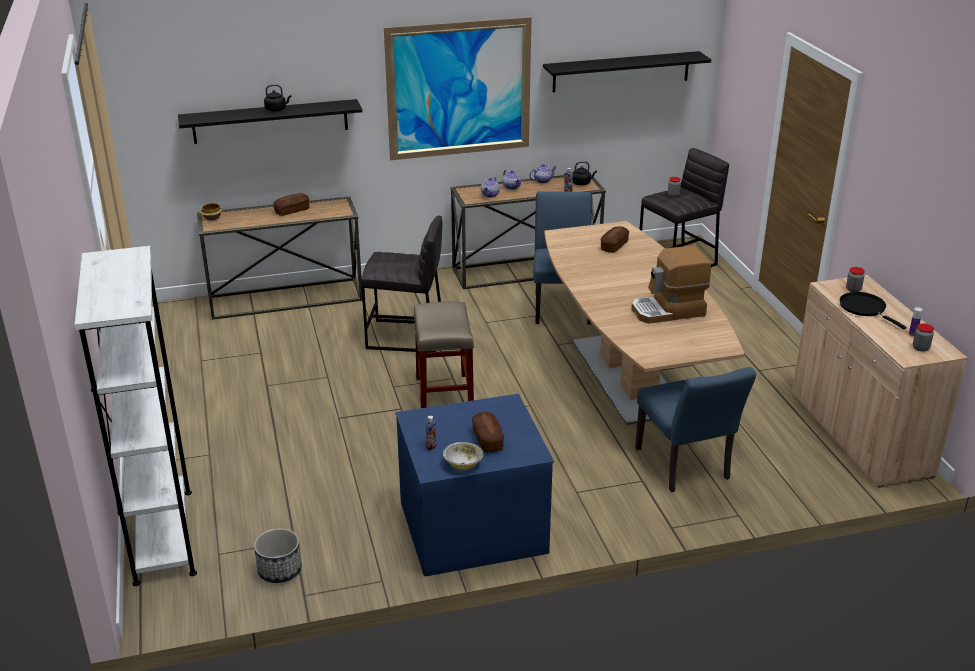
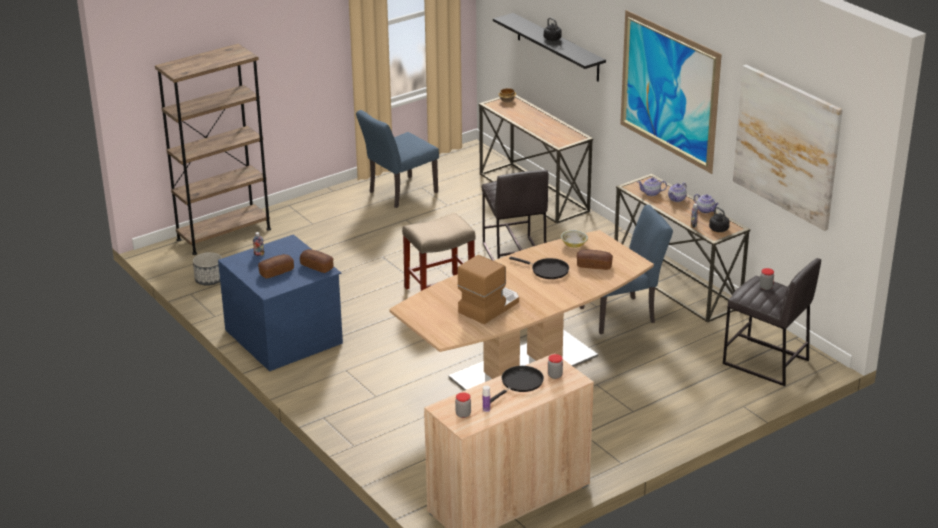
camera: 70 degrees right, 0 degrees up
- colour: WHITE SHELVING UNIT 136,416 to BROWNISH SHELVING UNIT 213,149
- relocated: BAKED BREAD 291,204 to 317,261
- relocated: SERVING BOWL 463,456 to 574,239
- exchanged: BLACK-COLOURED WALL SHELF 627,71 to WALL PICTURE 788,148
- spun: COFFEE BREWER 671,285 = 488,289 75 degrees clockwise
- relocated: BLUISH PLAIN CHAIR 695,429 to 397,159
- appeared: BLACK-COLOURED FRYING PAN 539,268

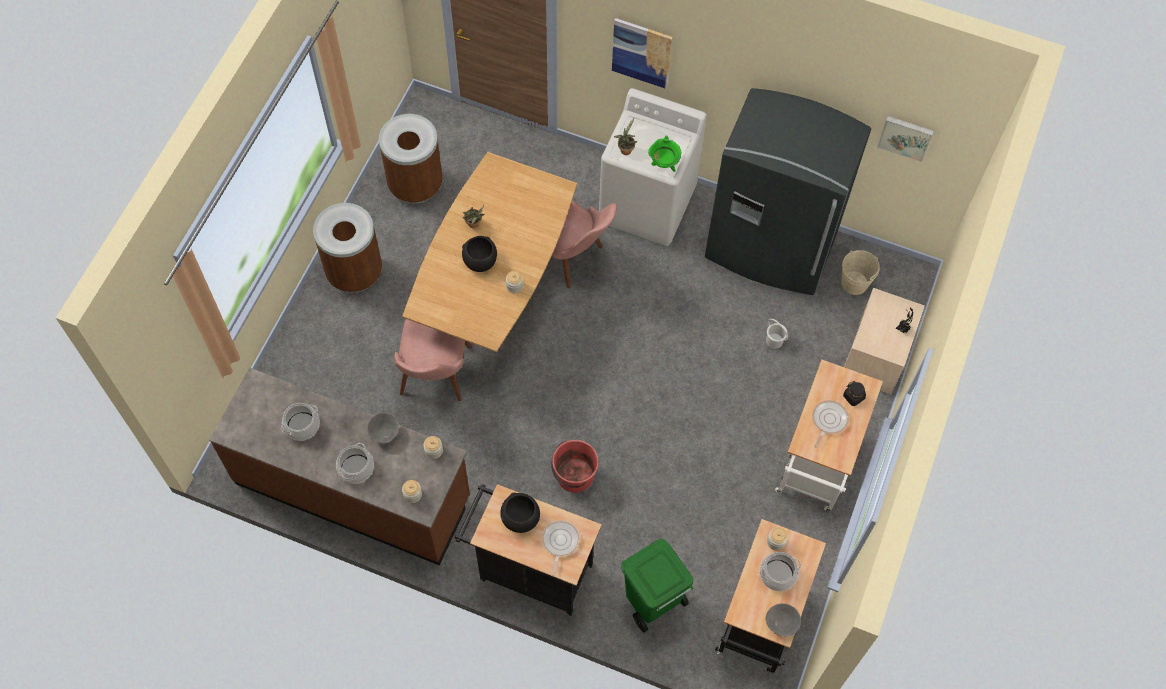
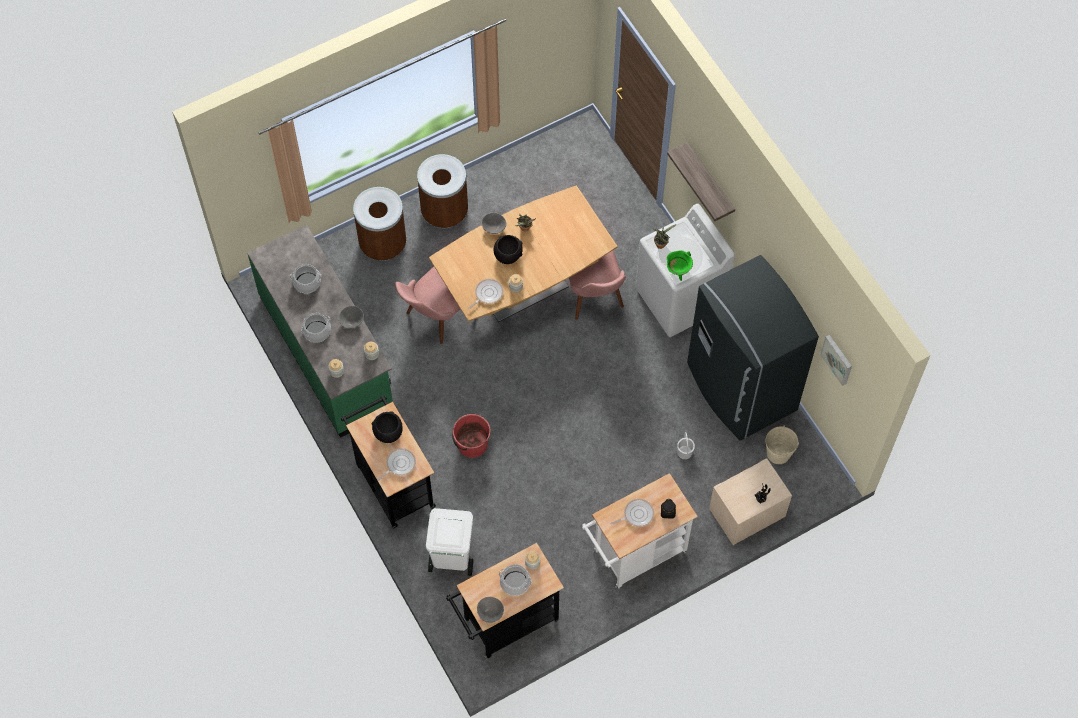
camera: 40 degrees right, 0 degrees up
- colour: BROWNISH KITCHEN COUNTER 339,466 to GREENISH KITCHEN COUNTER 320,331
- relocated: BROWNISH RUBBISH BIN 411,159 to 379,224
- exchanged: WALL PICTURE 642,53 to WALL SHELF 701,181
- colour: GREENISH RUBBISH BIN 657,585 to WHITE RUBBISH BIN 449,542
- appeared: FRYING PAN 485,294
- appeared: GREY SERVING BOWL 494,223

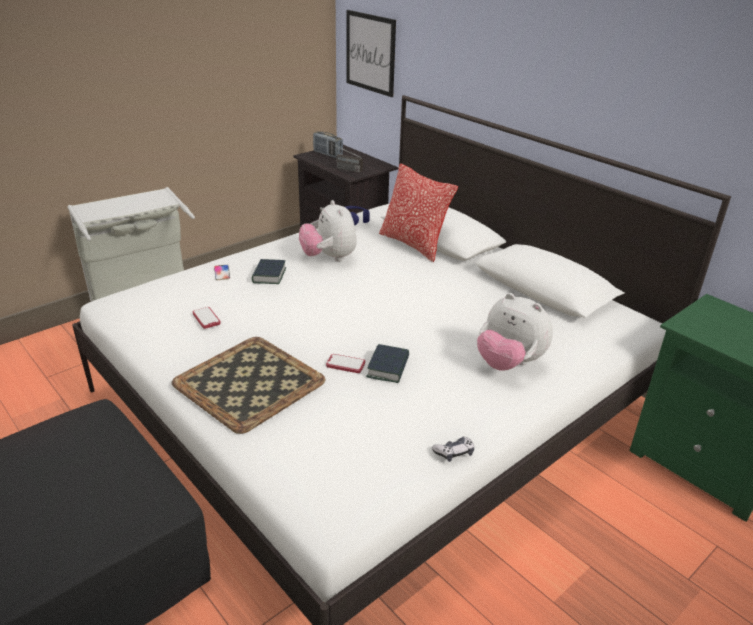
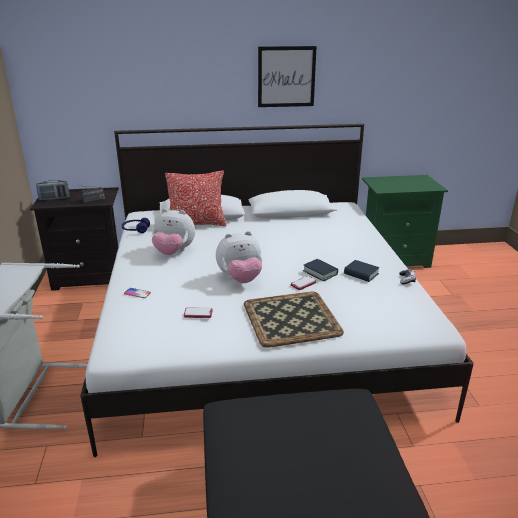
camera: 55 degrees left, 5 degrees down
- relocated: BOUND BOOK 269,271 to 362,271
- relocated: WALL PICTURE 371,53 to 287,76
- relocated: PLUSH TOY 515,332 to 239,257

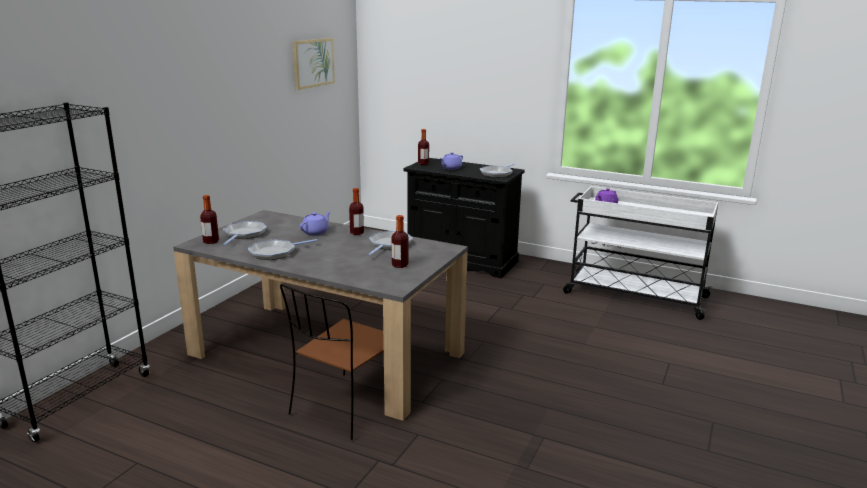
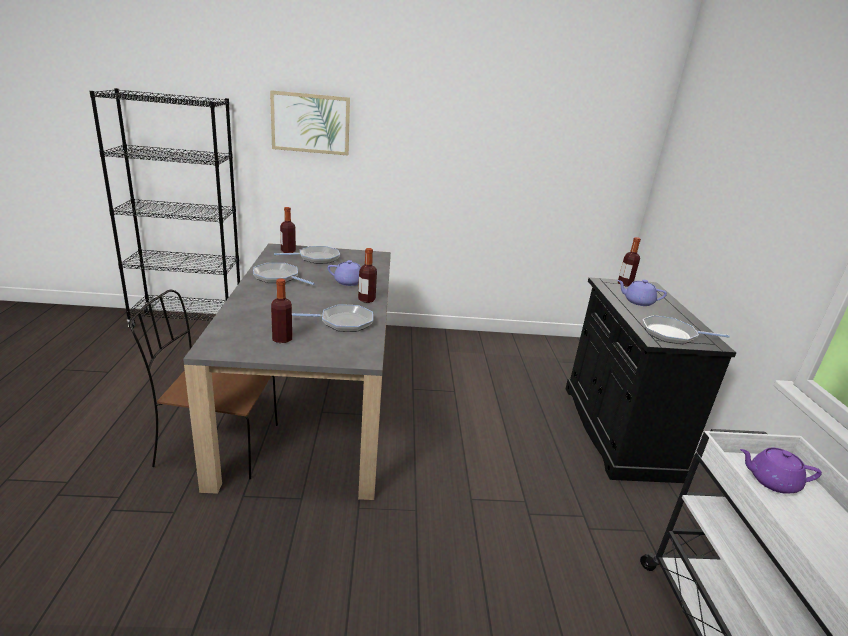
camera: 60 degrees right, 5 degrees up
- relocated: WALL PICTURE 313,64 to 310,122

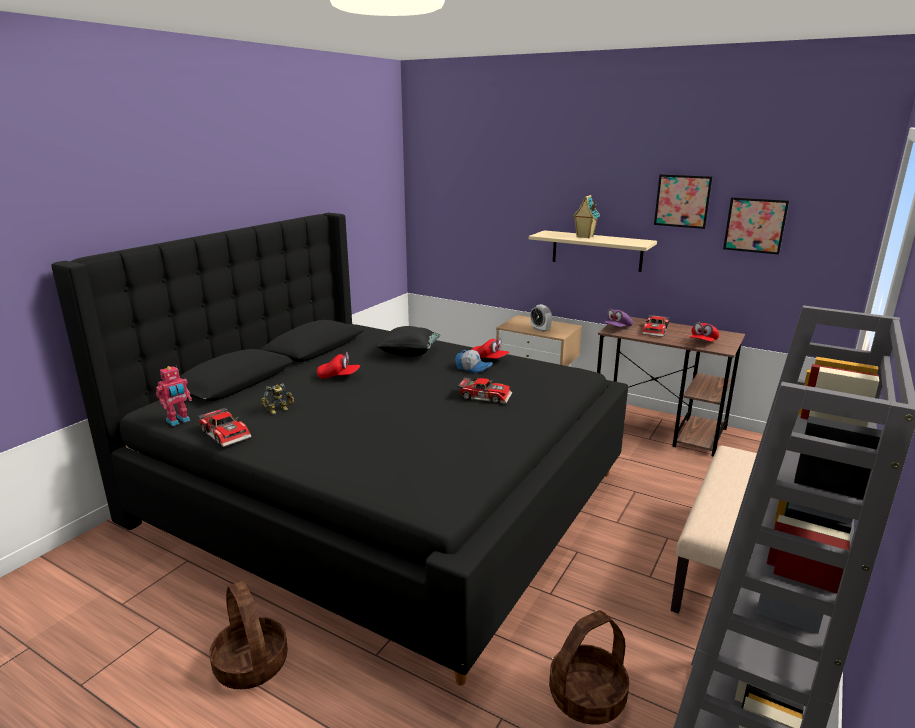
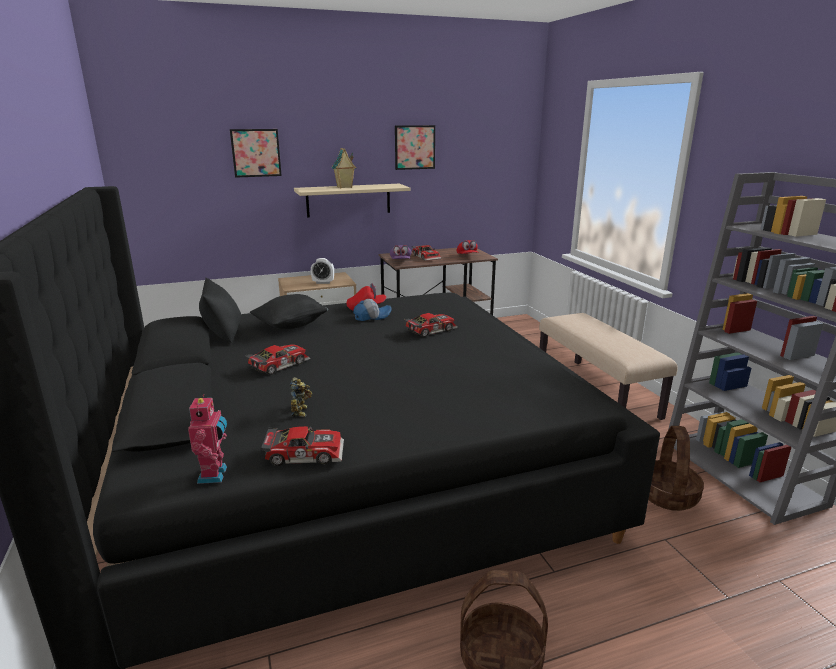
camera: 50 degrees left, 0 degrees up
- exchanged: RED BASEBALL CAP 338,365 to MINIATURE CAR 277,359
- relocated: WALL PICTURE 756,226 to 256,153
- appeared: BLACK-COLOURED CUSHION 220,310

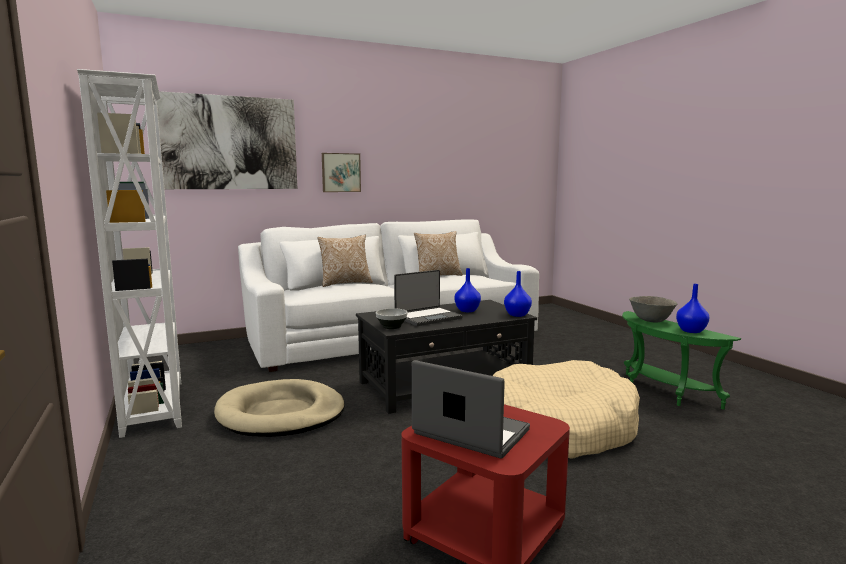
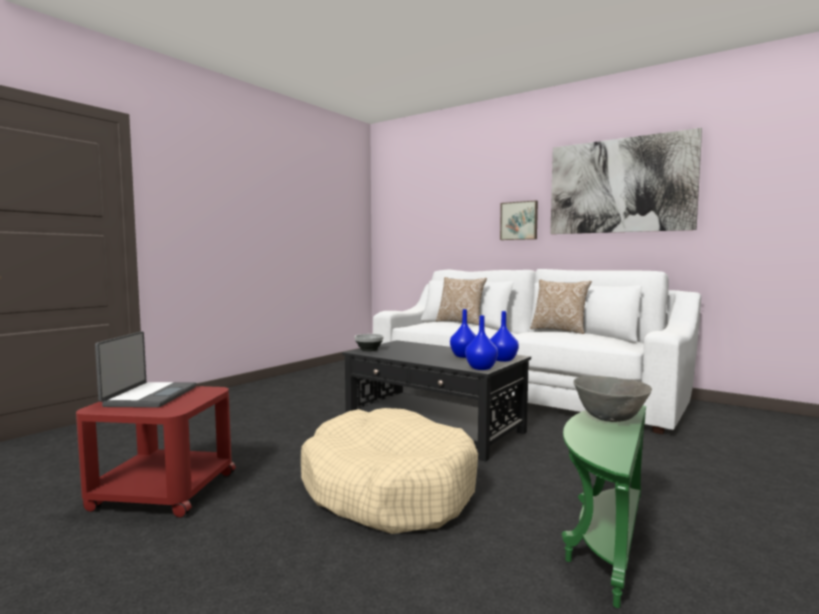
camera: 60 degrees right, 5 degrees down
- missing: WHITE SHELVING UNIT 129,253
- relocated: WALL PICTURE 227,140 to 626,181
- missing: SAND-COLOURED DOG CUSHION 279,408
- missing: LAPTOP 428,298
- relocated: BLUISH DECORATIVE VASE 693,308 to 504,336

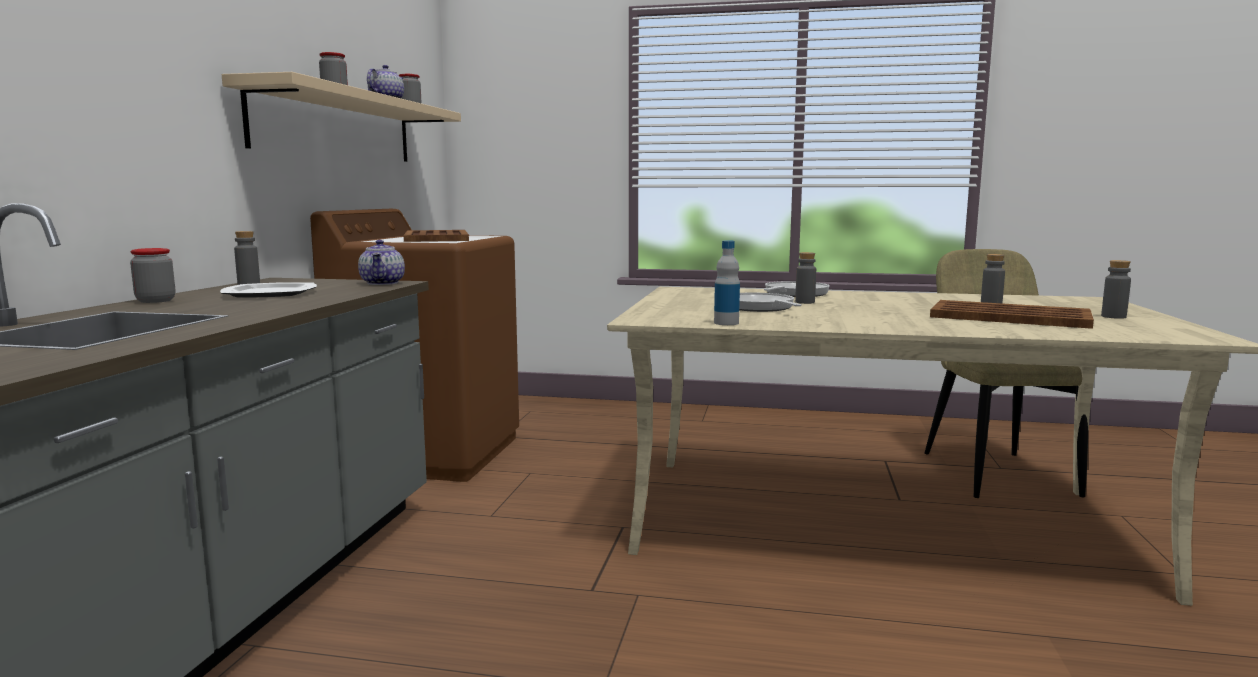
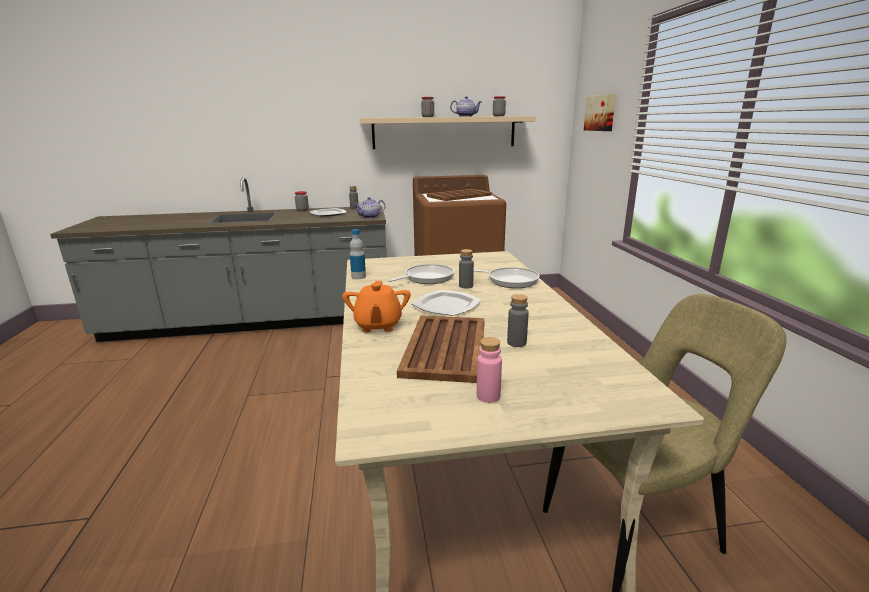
camera: 70 degrees right, 10 degrees up
- colour: GREY BOTTLE 1116,289 to PINKISH BOTTLE 489,370
- appeared: ORANGE TEAPOT 376,307
- appeared: DINNER PLATE 446,303
- appeared: WALL PICTURE 600,112

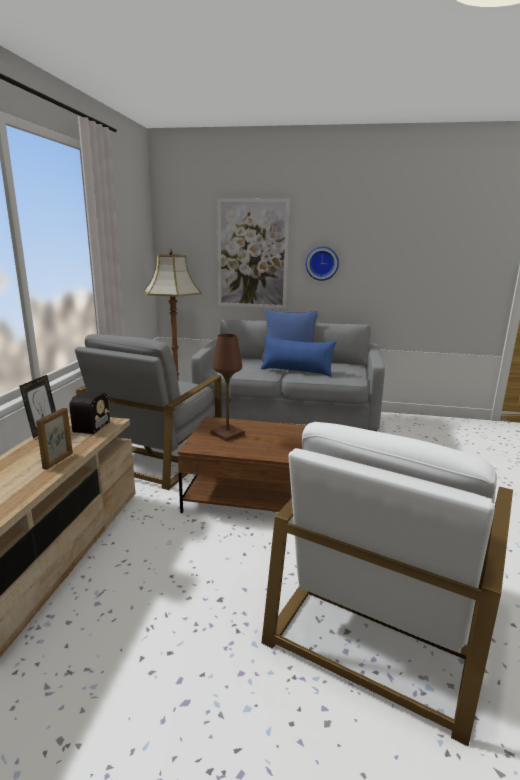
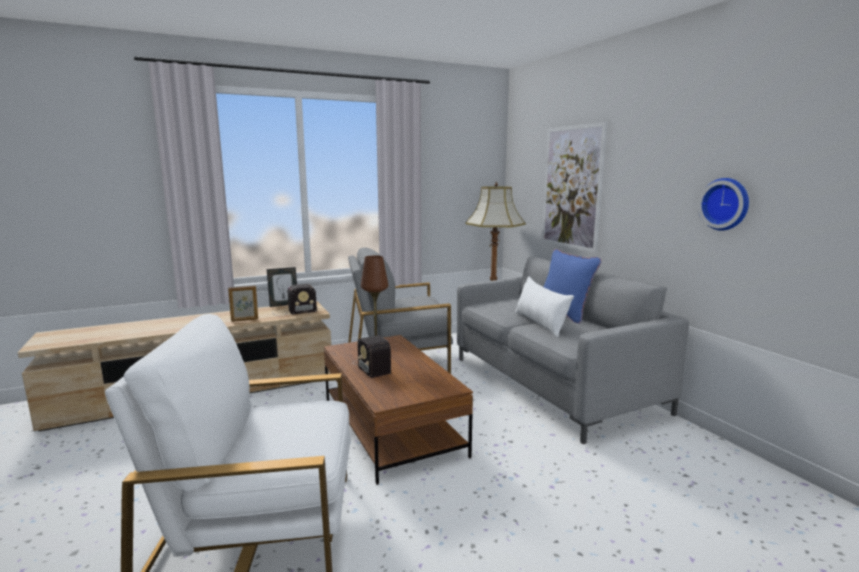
camera: 55 degrees right, 5 degrees down
- colour: BLUISH CUSHION 298,356 to WHITE CUSHION 544,307
- relocated: WALL CLOCK 322,263 to 723,204
- appeared: RADIO RECEIVER 371,356

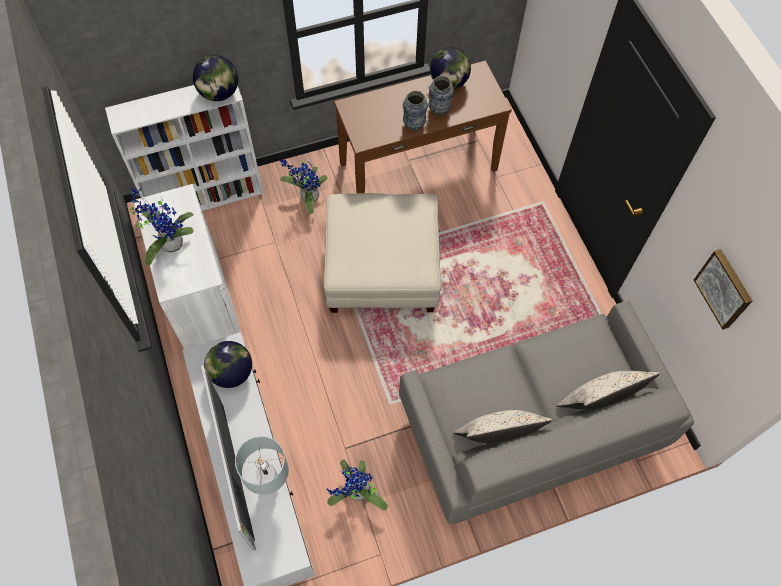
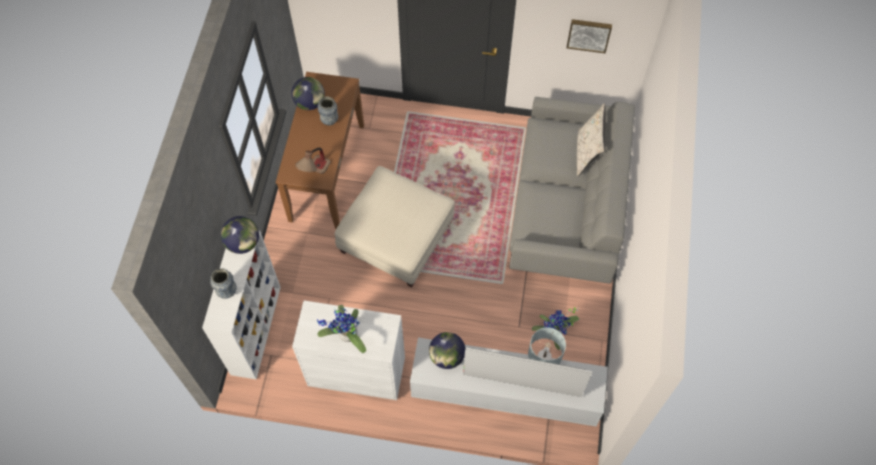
camera: 60 degrees left, 0 degrees up
- missing: PLANT IN A POT 304,186
- relocated: DECORATIVE VASE 415,111 to 223,283
- missing: SAND-COLOURED CUSHION 503,426
- appeared: TABLE LAMP 313,161

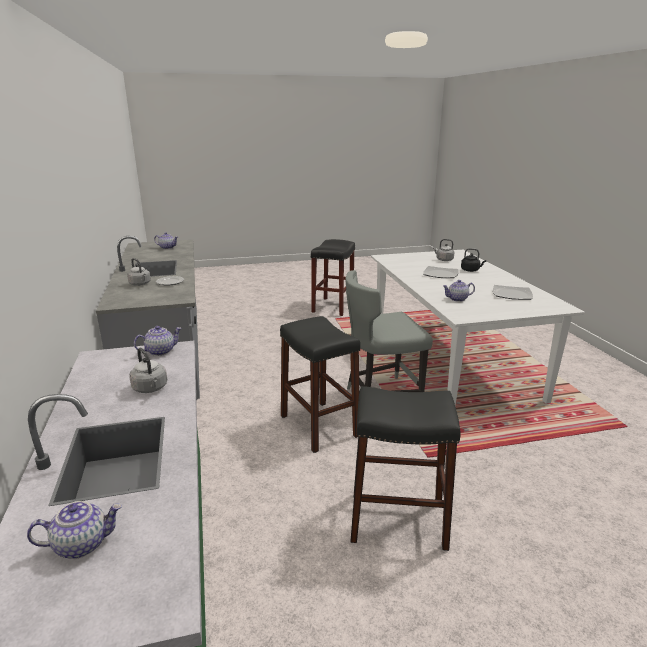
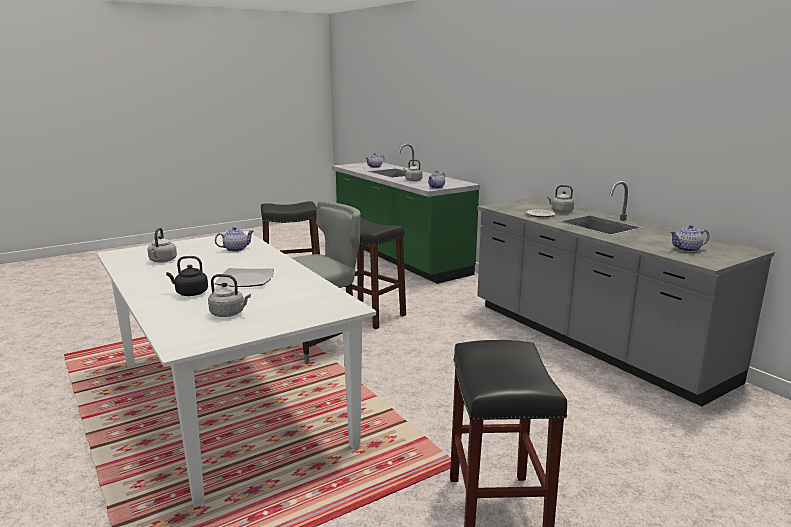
camera: 160 degrees right, 5 degrees down
- exchanged: DINNER PLATE 513,292 to GREY KETTLE 162,245

